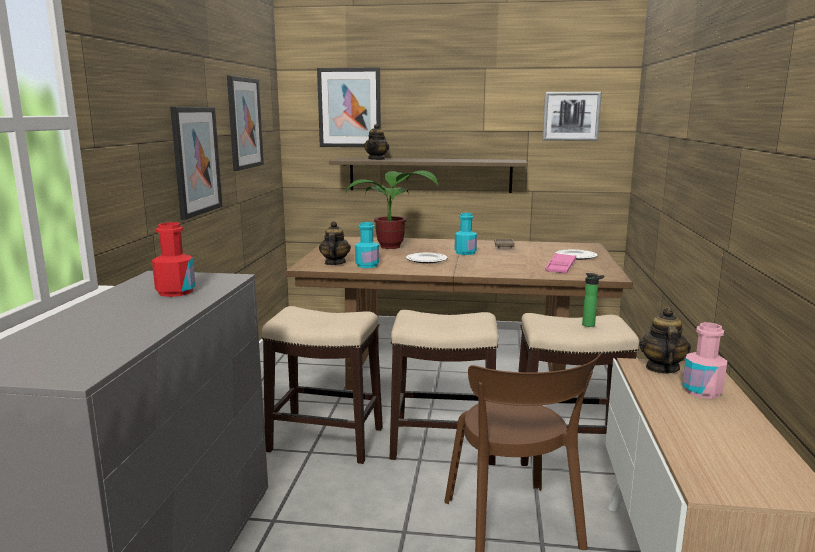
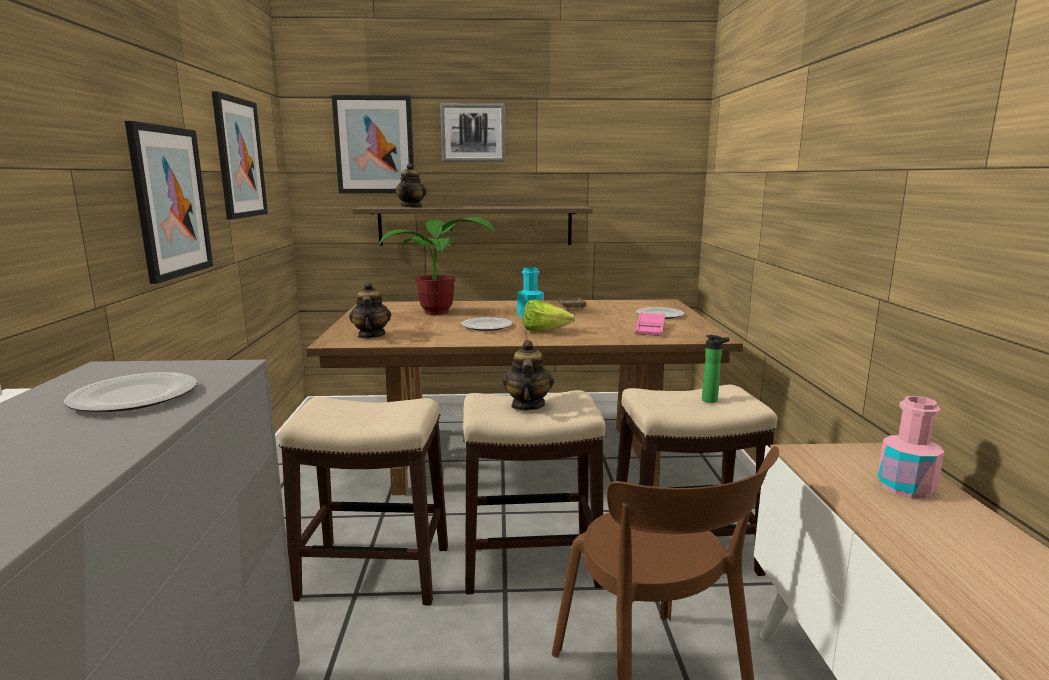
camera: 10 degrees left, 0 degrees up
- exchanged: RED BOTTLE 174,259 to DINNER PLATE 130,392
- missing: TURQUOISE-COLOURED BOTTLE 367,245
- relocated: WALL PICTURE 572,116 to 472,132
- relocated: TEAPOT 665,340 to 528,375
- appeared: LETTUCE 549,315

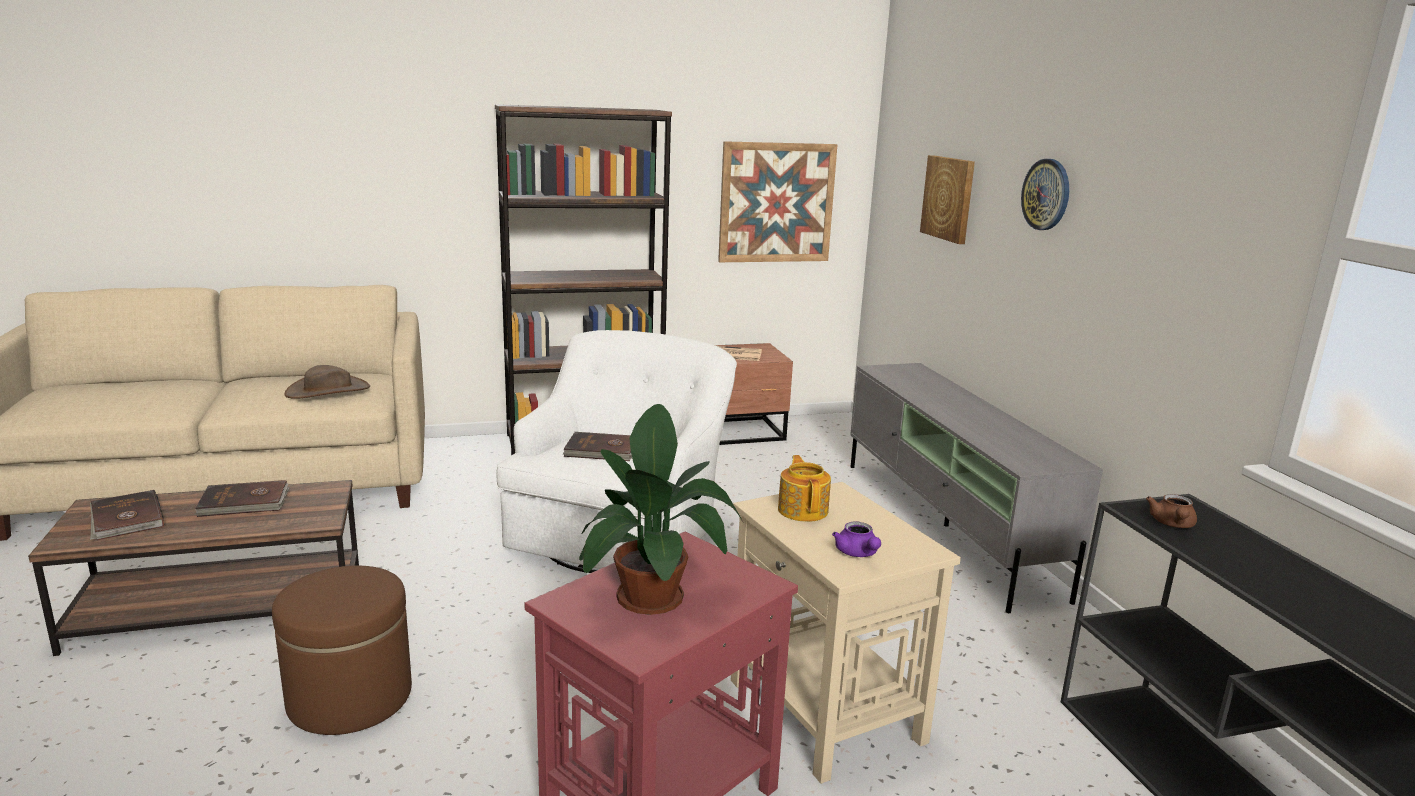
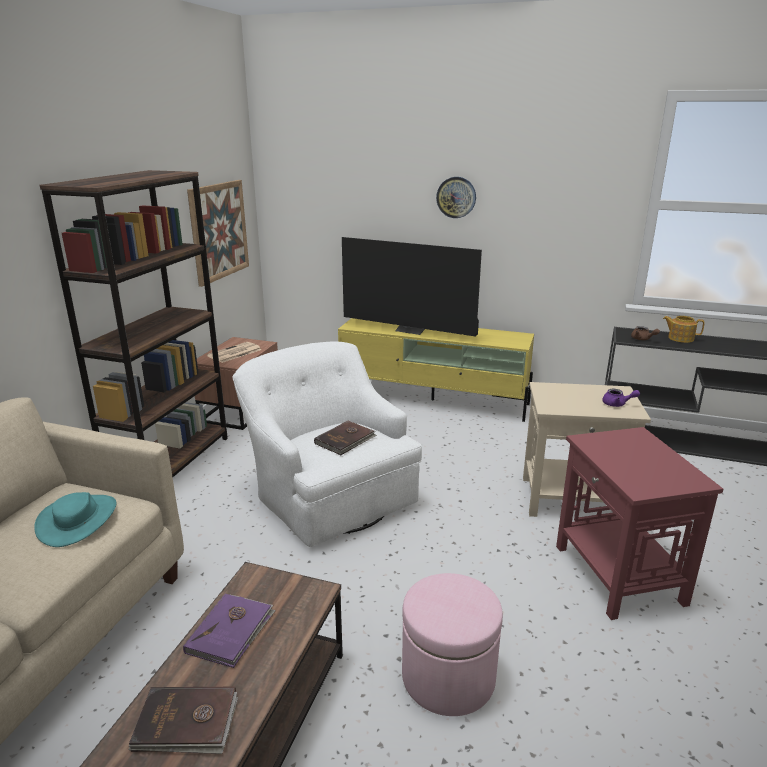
camera: 55 degrees left, 5 degrees up
- colour: BROWNISH BOUND BOOK 242,498 to PURPLISH BOUND BOOK 229,631
- colour: BROWNISH FOOTREST 342,650 to PINKISH FOOTREST 452,644
- colour: BROWNISH CLOTHING HAT 327,382 to TURQUOISE-COLOURED CLOTHING HAT 75,519
- missing: PLANT IN A POT 661,509
- relocated: TEAPOT 804,488 to 684,329
- colour: GREY TV UNIT 976,488 to YELLOW TV UNIT 436,370
- missing: WALL PICTURE 947,199
- appeared: TV SET 412,287

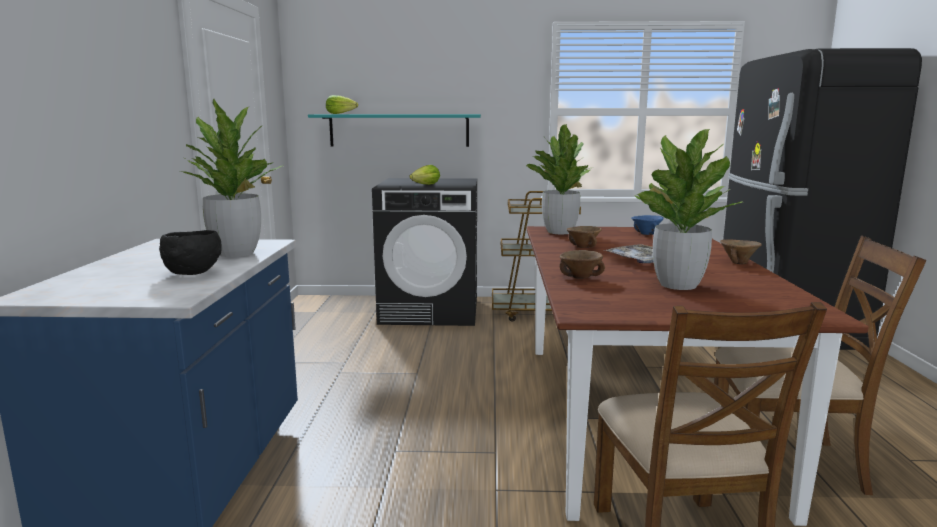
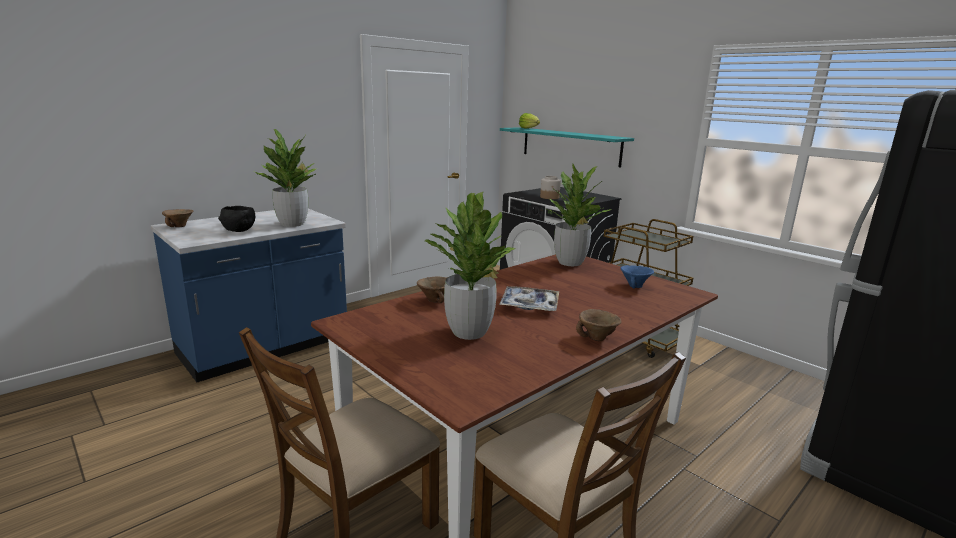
camera: 45 degrees right, 5 degrees up
- exchanged: LETTUCE 424,175 to PRESERVE JAR 550,187
- relocated: BROWNISH SERVING BOWL 584,237 to 177,218

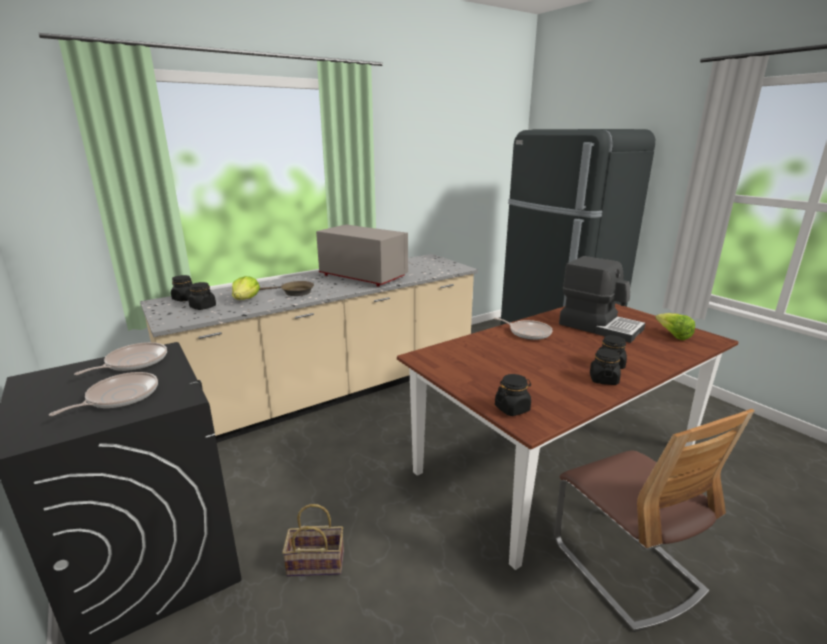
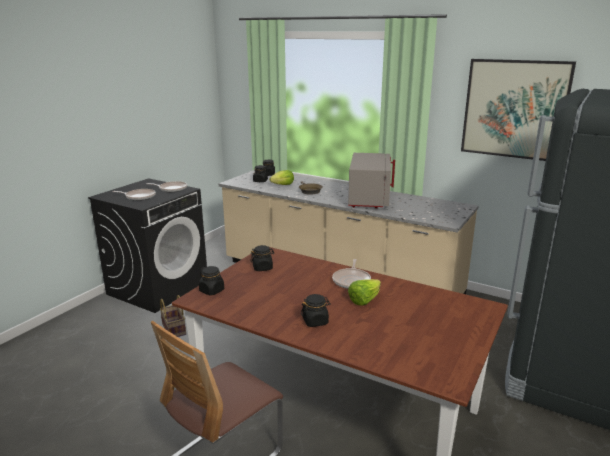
camera: 65 degrees right, 0 degrees up
- missing: COFFEE BREWER 602,299
- relocated: BLACK-COLOURED PRESERVE JAR 605,367 to 262,258
- relocated: LETTUCE 675,326 to 364,292
- appeared: WALL PICTURE 518,110

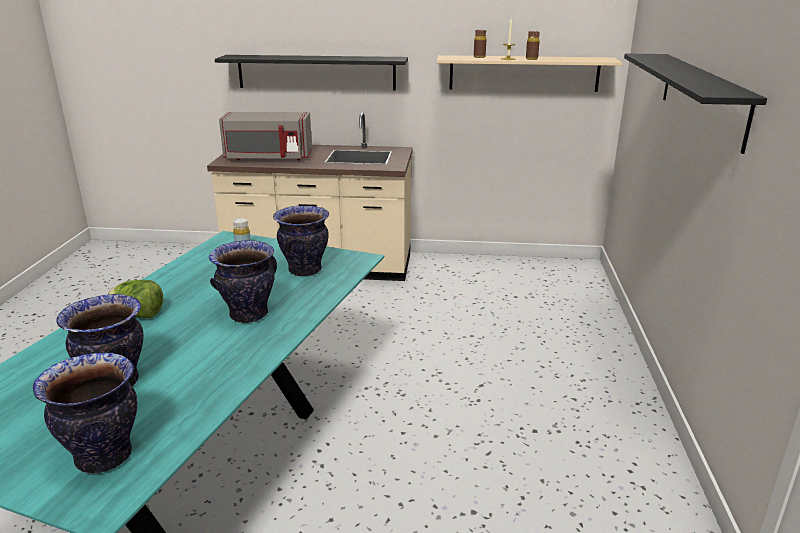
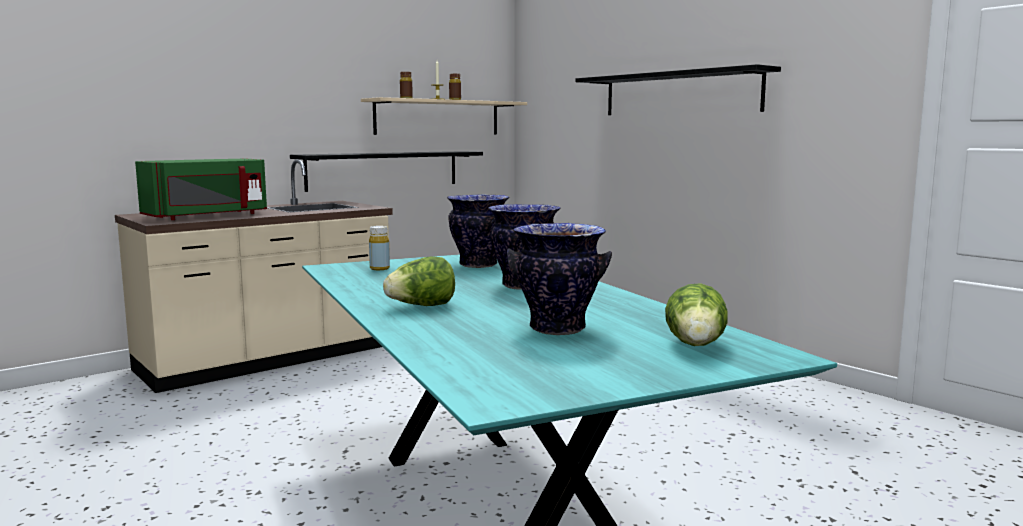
camera: 45 degrees left, 15 degrees down
- exchanged: DECORATIVE VASE 85,412 to LETTUCE 696,314
- relocated: BLACK-COLOURED WALL SHELF 311,72 to 386,171
- colour: GREY MICROWAVE 265,136 to GREENISH MICROWAVE 201,189

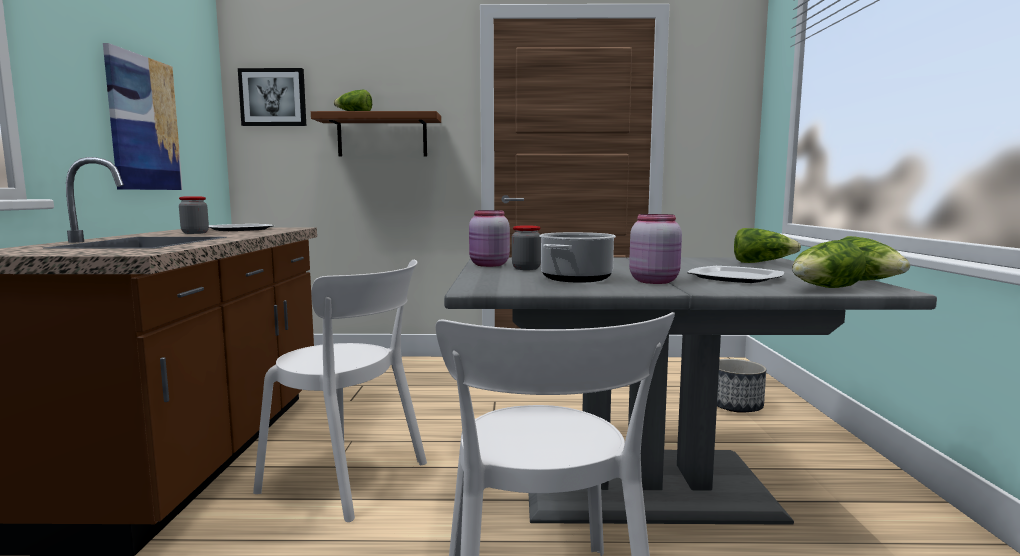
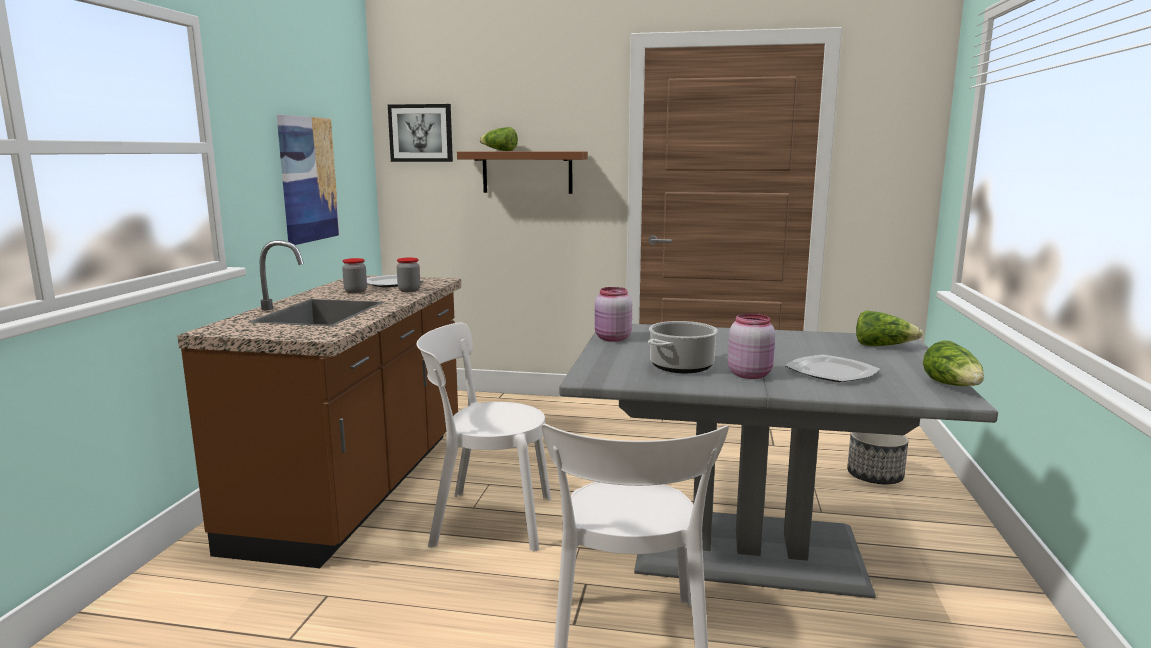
camera: 10 degrees right, 5 degrees up
- spun: WHITE PLAIN CHAIR 340,391 = 484,437 150 degrees clockwise
- relocated: PRESERVE JAR 526,247 to 408,275
- missing: LETTUCE 829,264

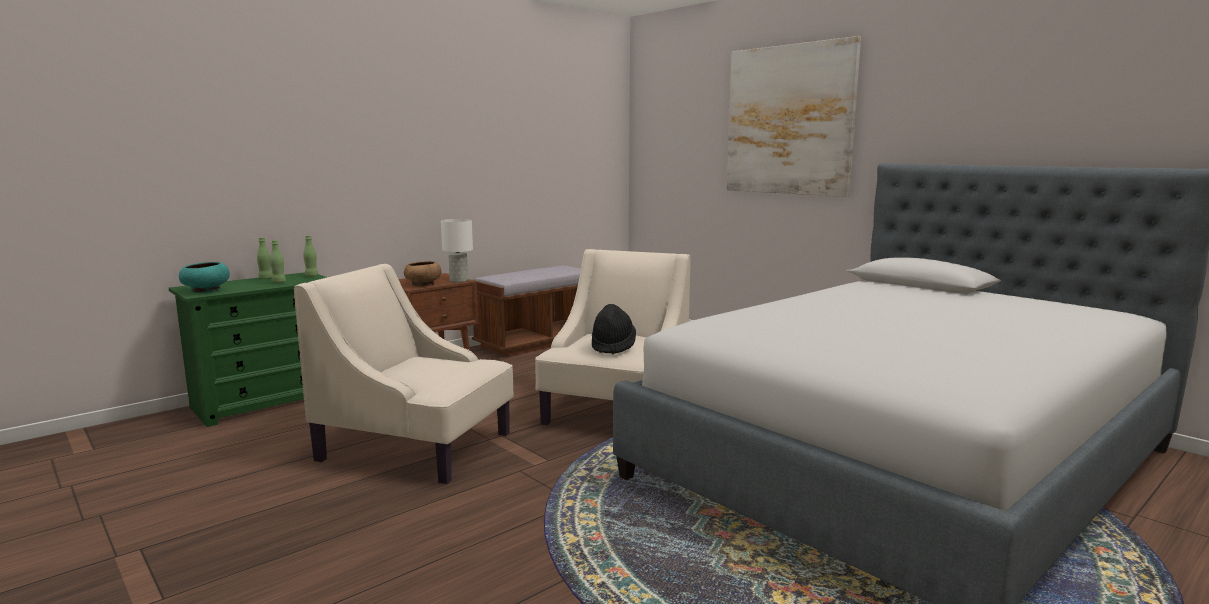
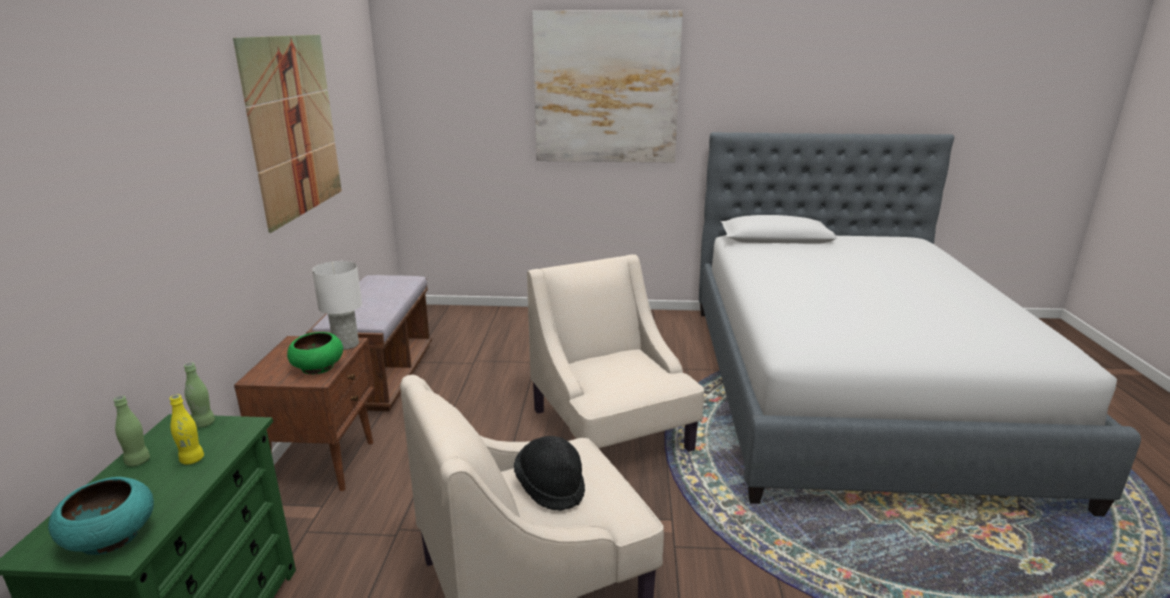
camera: 45 degrees left, 10 degrees up
- colour: GREENISH BOTTLE 278,261 to YELLOW BOTTLE 187,430
- colour: BROWNISH SERVING BOWL 423,273 to GREENISH SERVING BOWL 315,353
- relocated: BLACK-COLOURED CLOTHING HAT 614,329 to 549,473
- appeared: WALL PICTURE 287,134

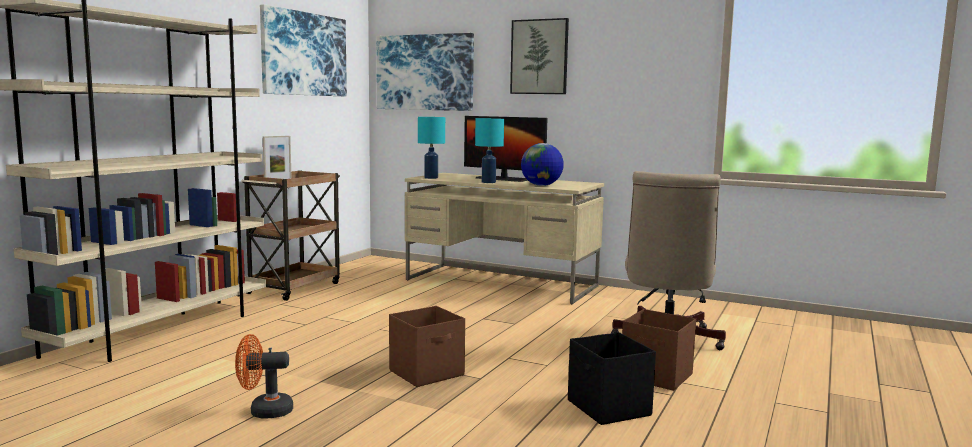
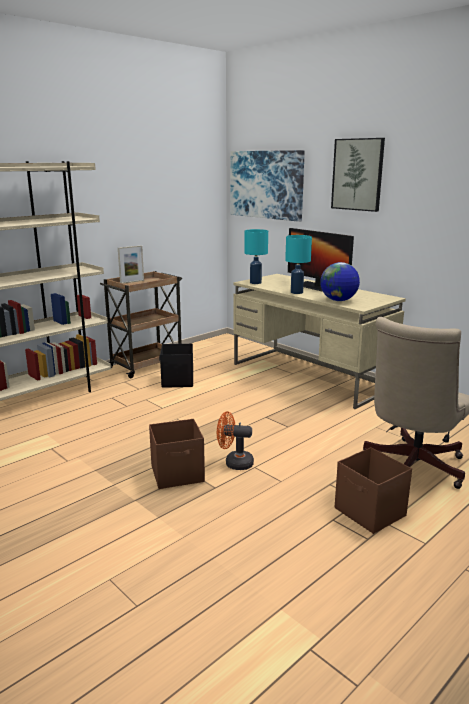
camera: 20 degrees right, 10 degrees up
- relocated: ORANGE COOLING FAN 264,376 to 235,440
- missing: WALL PICTURE 303,50
- relocated: BLACK-COLOURED STORAGE BOX 612,378 to 176,366

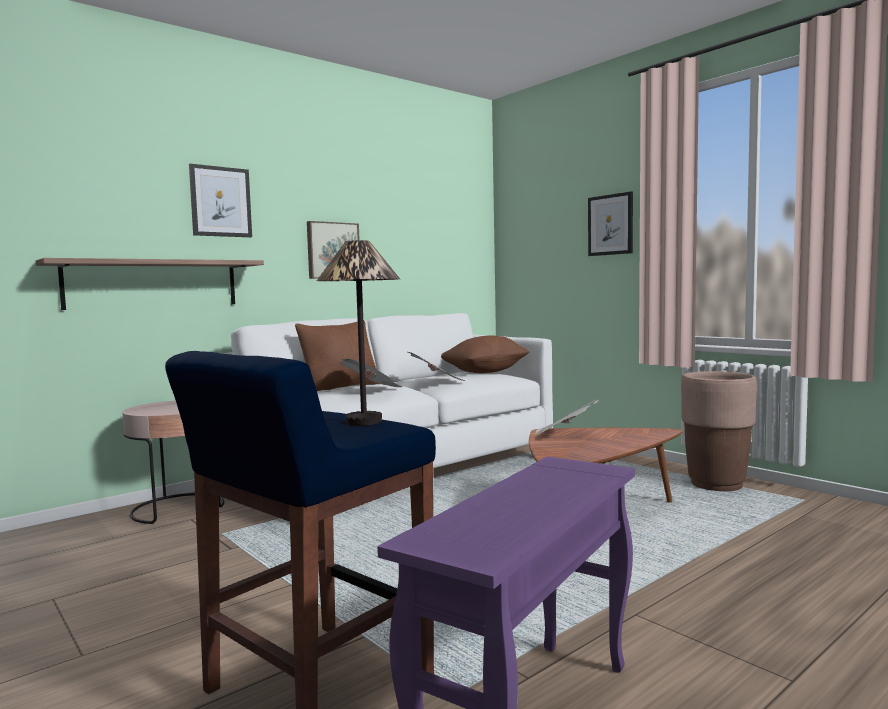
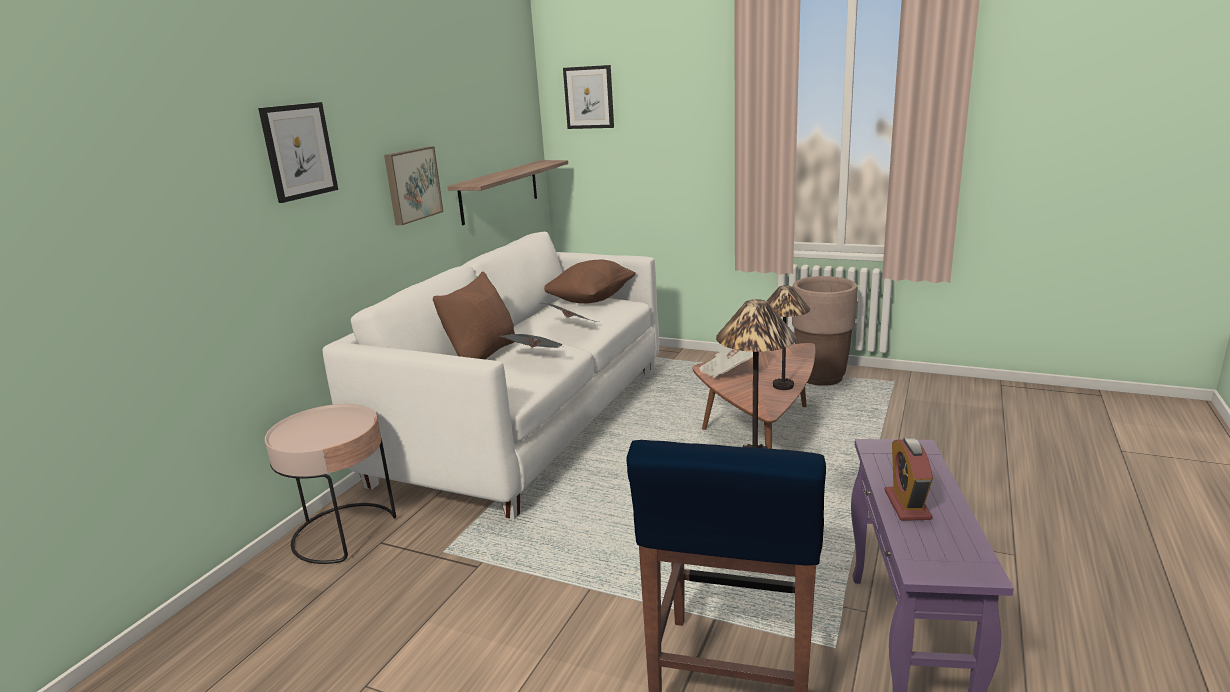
camera: 25 degrees left, 15 degrees up
- relocated: WALL SHELF 150,284 to 507,192
- relocated: WALL PICTURE 610,223 to 588,97
- appeared: TABLE LAMP 788,337
- appeared: TABLE CLOCK 908,479

